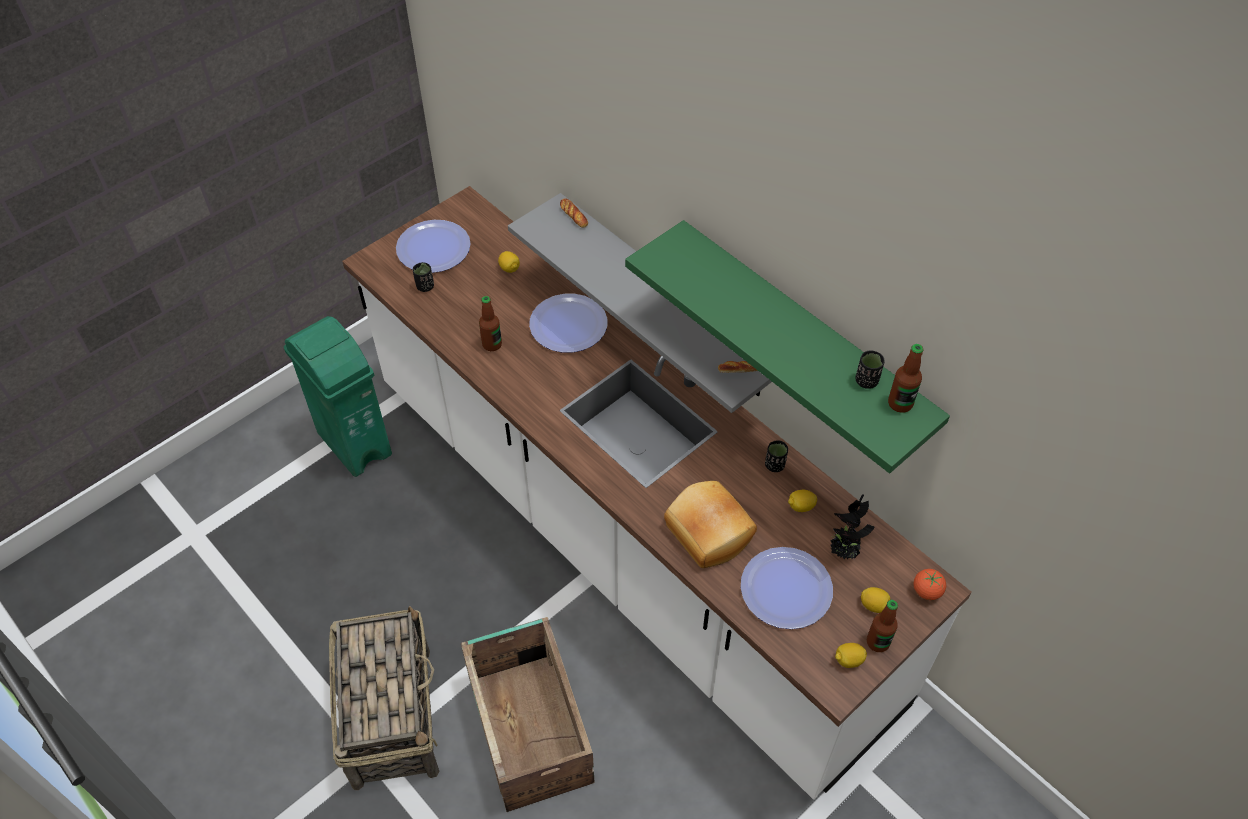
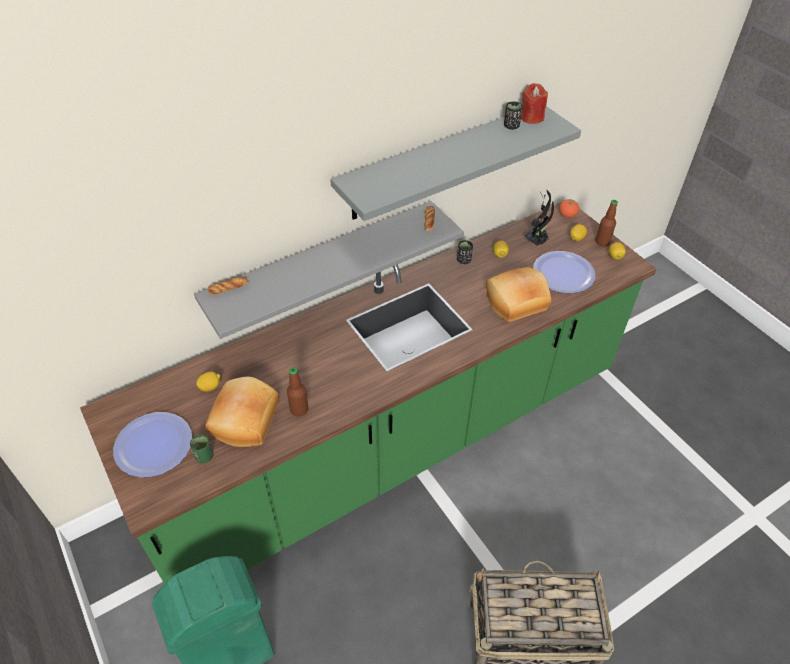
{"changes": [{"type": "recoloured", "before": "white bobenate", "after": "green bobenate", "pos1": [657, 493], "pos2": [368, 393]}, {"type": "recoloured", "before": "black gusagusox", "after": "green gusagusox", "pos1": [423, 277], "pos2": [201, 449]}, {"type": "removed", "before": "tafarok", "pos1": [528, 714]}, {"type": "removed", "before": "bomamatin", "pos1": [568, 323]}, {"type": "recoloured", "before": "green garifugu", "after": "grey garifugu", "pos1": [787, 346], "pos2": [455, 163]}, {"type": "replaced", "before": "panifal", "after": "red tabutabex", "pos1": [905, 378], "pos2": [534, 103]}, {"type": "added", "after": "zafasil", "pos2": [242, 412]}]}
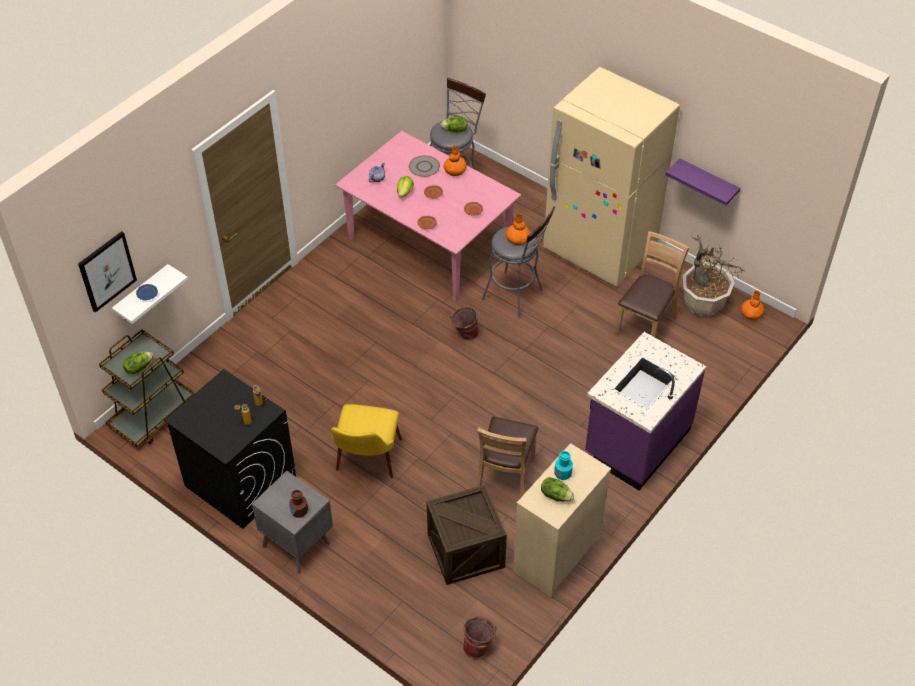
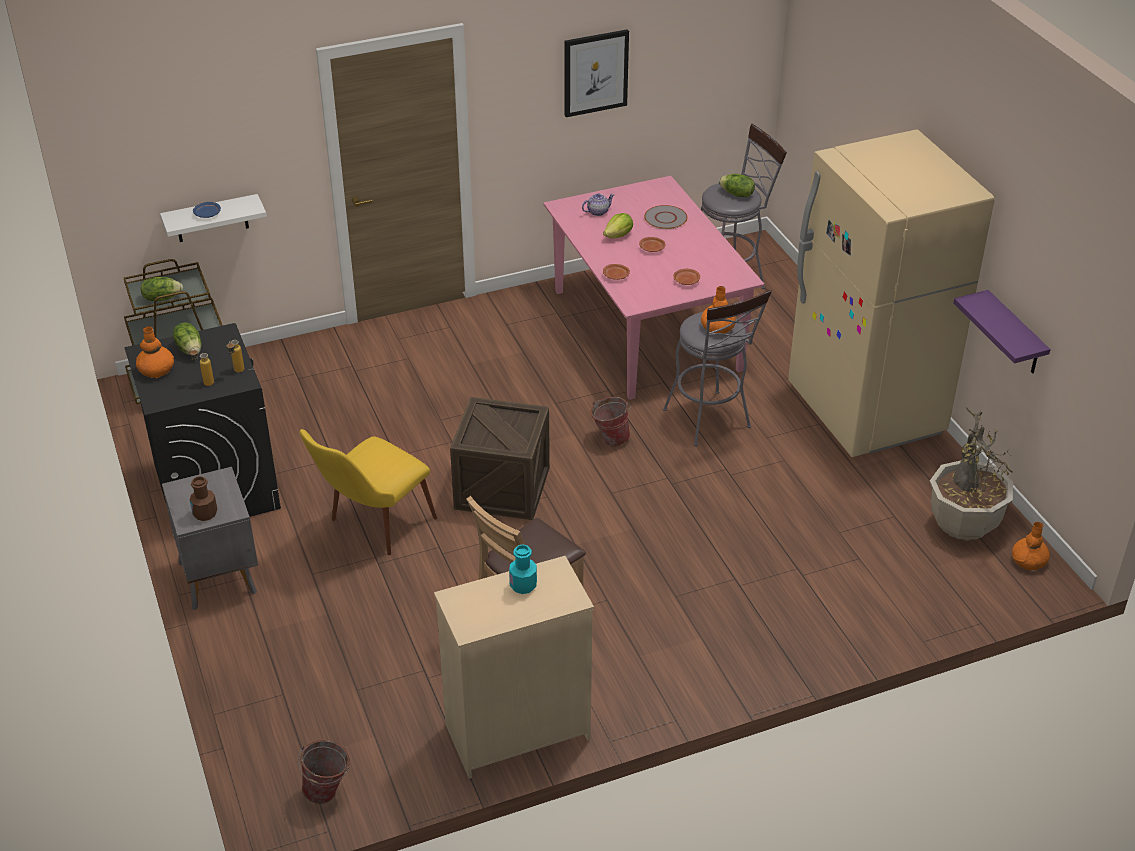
{"changes": [{"type": "moved", "before": "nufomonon", "pos1": [107, 272], "pos2": [596, 73]}, {"type": "moved", "before": "tafarok", "pos1": [466, 534], "pos2": [500, 458]}, {"type": "moved", "before": "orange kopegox", "pos1": [455, 160], "pos2": [155, 352]}, {"type": "moved", "before": "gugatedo", "pos1": [557, 489], "pos2": [187, 338]}, {"type": "removed", "before": "purple bobenate", "pos1": [645, 411]}, {"type": "removed", "before": "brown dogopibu", "pos1": [652, 284]}]}
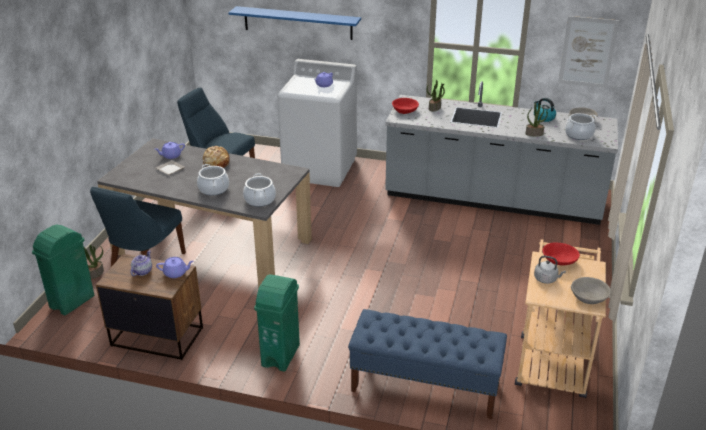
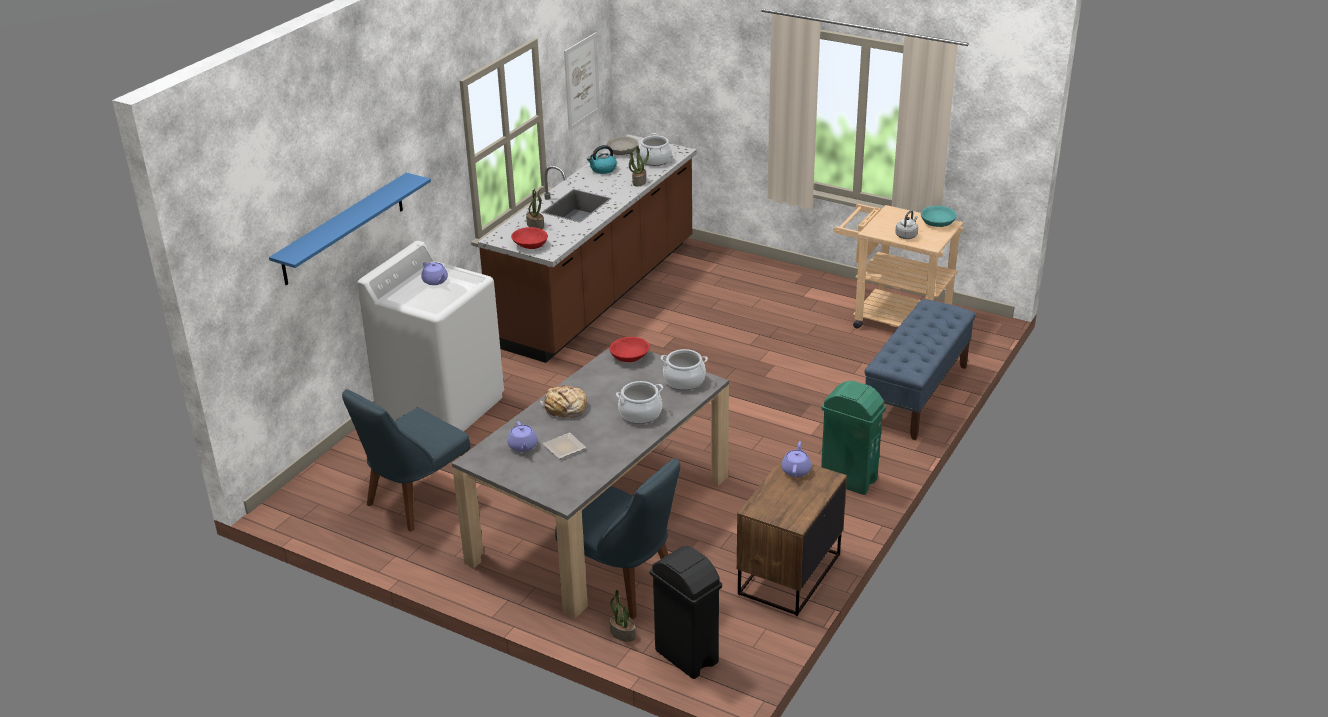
{"changes": [{"type": "recoloured", "before": "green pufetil", "after": "black pufetil", "pos1": [63, 270], "pos2": [686, 612]}, {"type": "removed", "before": "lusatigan", "pos1": [141, 263]}, {"type": "recoloured", "before": "grey bobenate", "after": "brown bobenate", "pos1": [501, 153], "pos2": [587, 249]}, {"type": "moved", "before": "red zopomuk", "pos1": [561, 254], "pos2": [629, 349]}, {"type": "recoloured", "before": "grey zopomuk", "after": "turquoise zopomuk", "pos1": [591, 290], "pos2": [939, 216]}]}
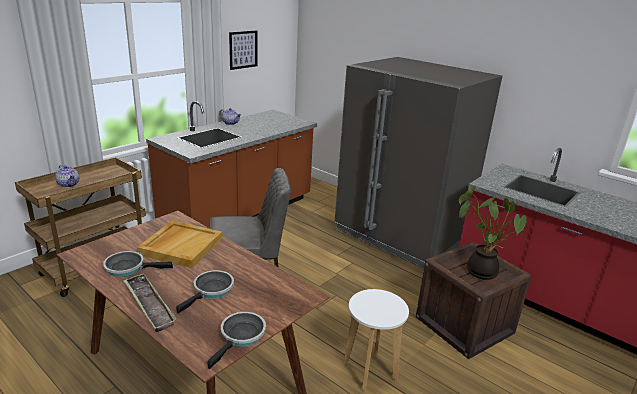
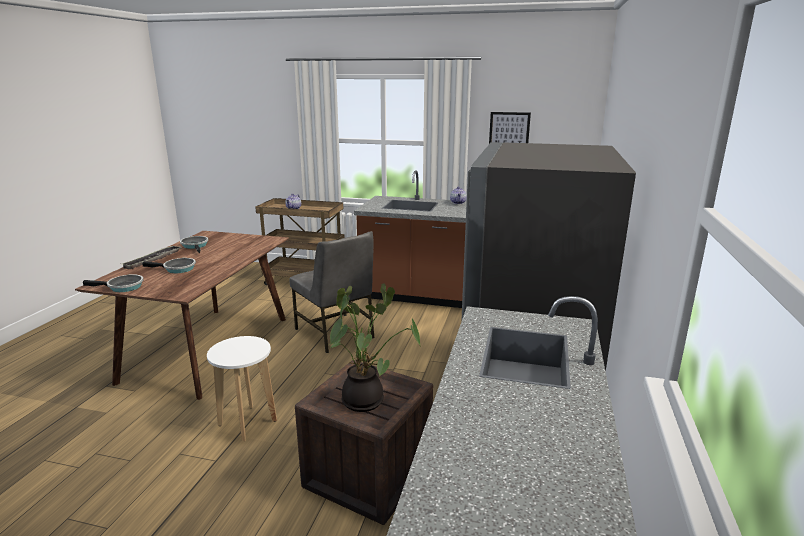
{"changes": [{"type": "removed", "before": "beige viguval", "pos1": [180, 244]}]}
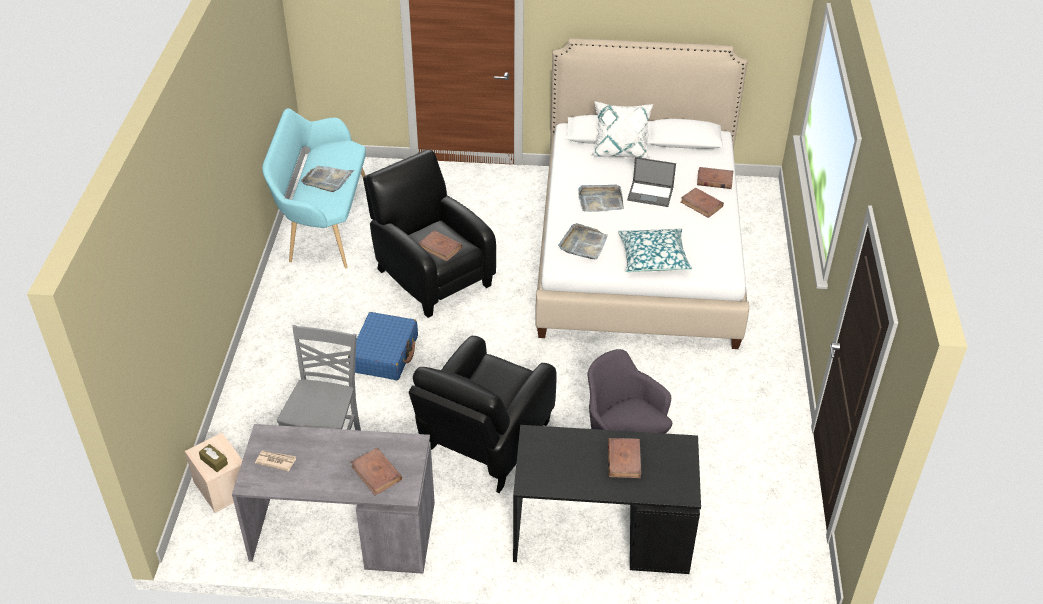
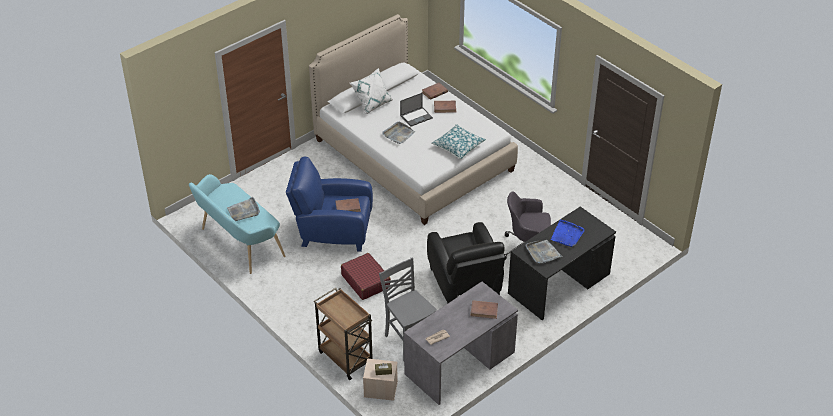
{"changes": [{"type": "recoloured", "before": "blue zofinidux", "after": "red zofinidux", "pos1": [383, 346], "pos2": [366, 276]}, {"type": "recoloured", "before": "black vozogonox", "after": "blue vozogonox", "pos1": [429, 233], "pos2": [329, 204]}, {"type": "moved", "before": "grey viguval", "pos1": [583, 241], "pos2": [544, 251]}, {"type": "replaced", "before": "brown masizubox", "after": "blue viguval", "pos1": [624, 458], "pos2": [568, 233]}, {"type": "added", "after": "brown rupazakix", "pos2": [343, 334]}]}
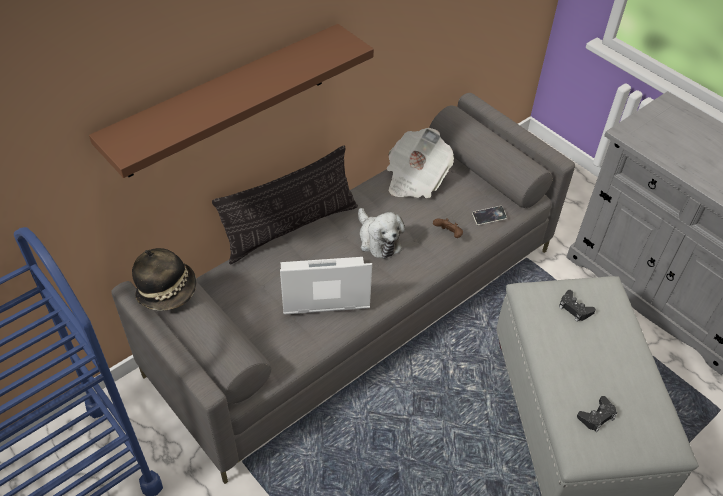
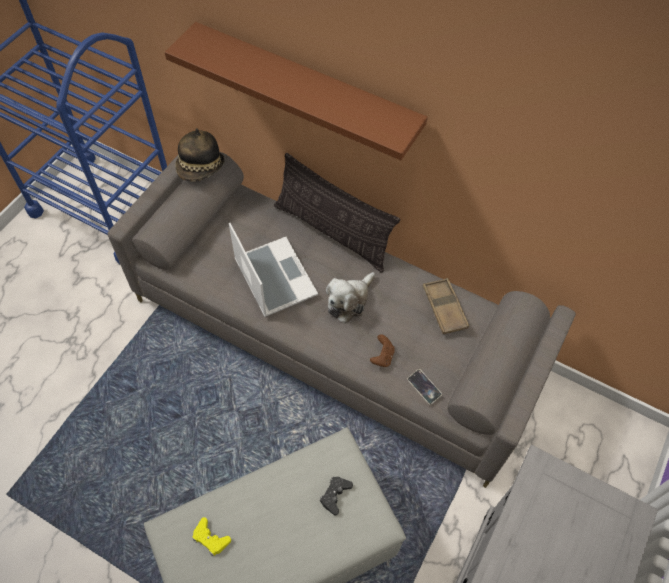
{"changes": [{"type": "replaced", "before": "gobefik", "after": "brown viguval", "pos1": [420, 163], "pos2": [446, 306]}, {"type": "recoloured", "before": "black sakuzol", "after": "yellow sakuzol", "pos1": [597, 414], "pos2": [211, 536]}]}
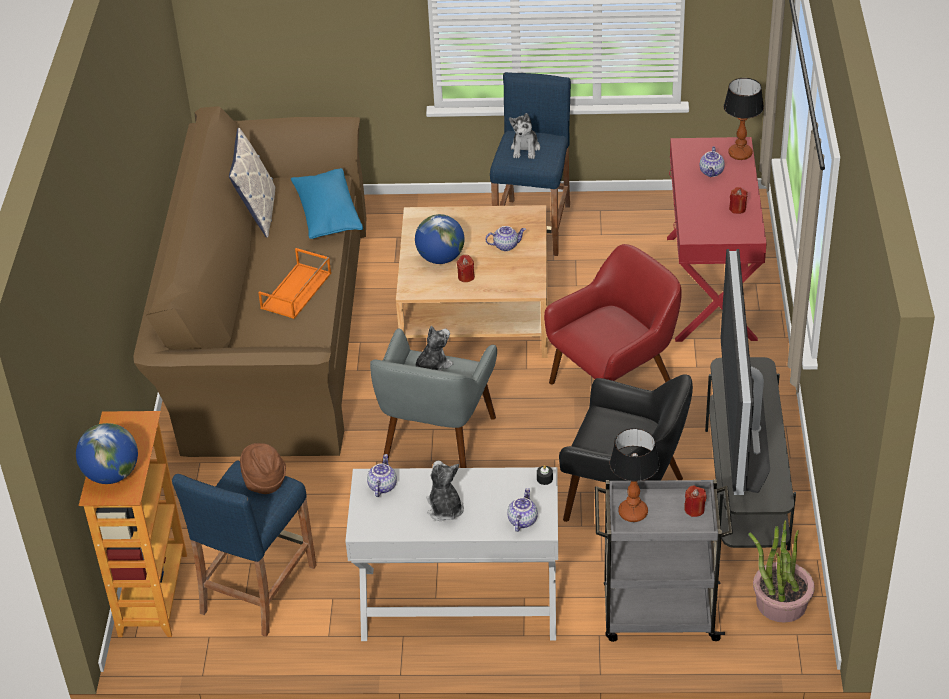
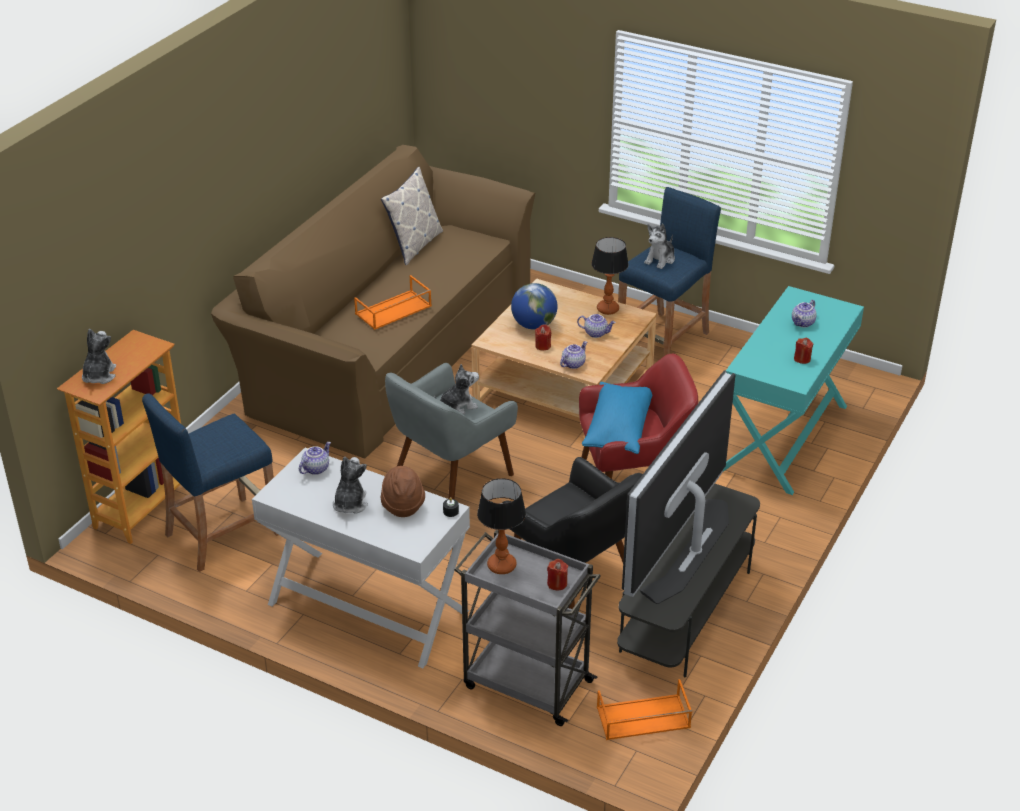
{"changes": [{"type": "replaced", "before": "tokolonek", "after": "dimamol", "pos1": [107, 453], "pos2": [99, 356]}, {"type": "moved", "before": "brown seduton", "pos1": [263, 468], "pos2": [403, 491]}, {"type": "moved", "before": "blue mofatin", "pos1": [327, 203], "pos2": [617, 418]}, {"type": "moved", "before": "lusatigan", "pos1": [522, 510], "pos2": [573, 355]}, {"type": "recoloured", "before": "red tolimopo", "after": "turquoise tolimopo", "pos1": [717, 239], "pos2": [793, 390]}, {"type": "moved", "before": "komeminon", "pos1": [744, 119], "pos2": [610, 276]}, {"type": "replaced", "before": "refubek", "after": "orange viguval", "pos1": [782, 571], "pos2": [644, 709]}]}
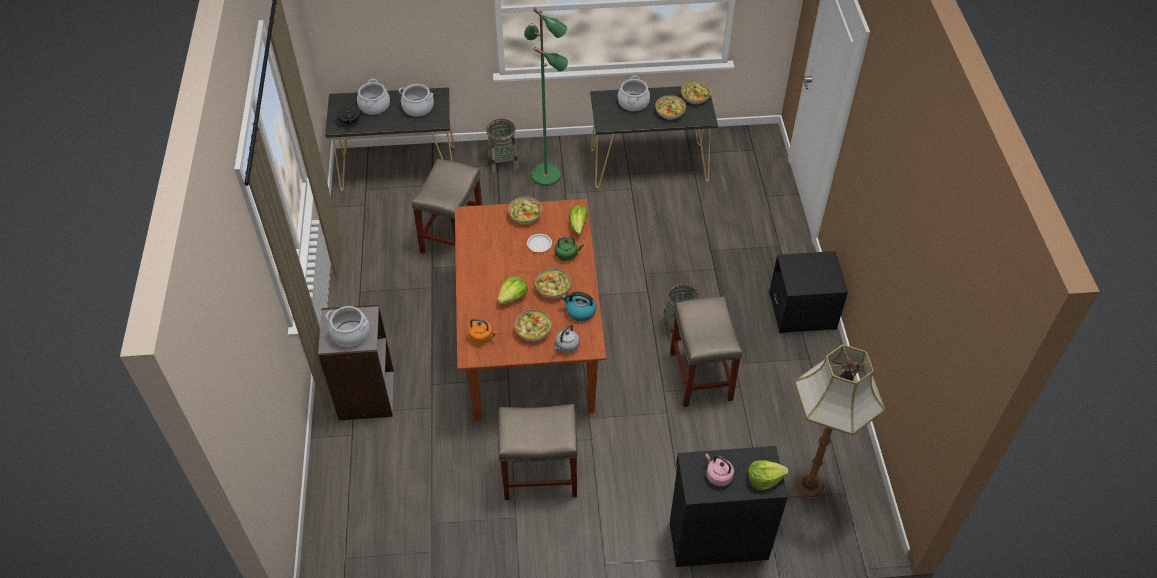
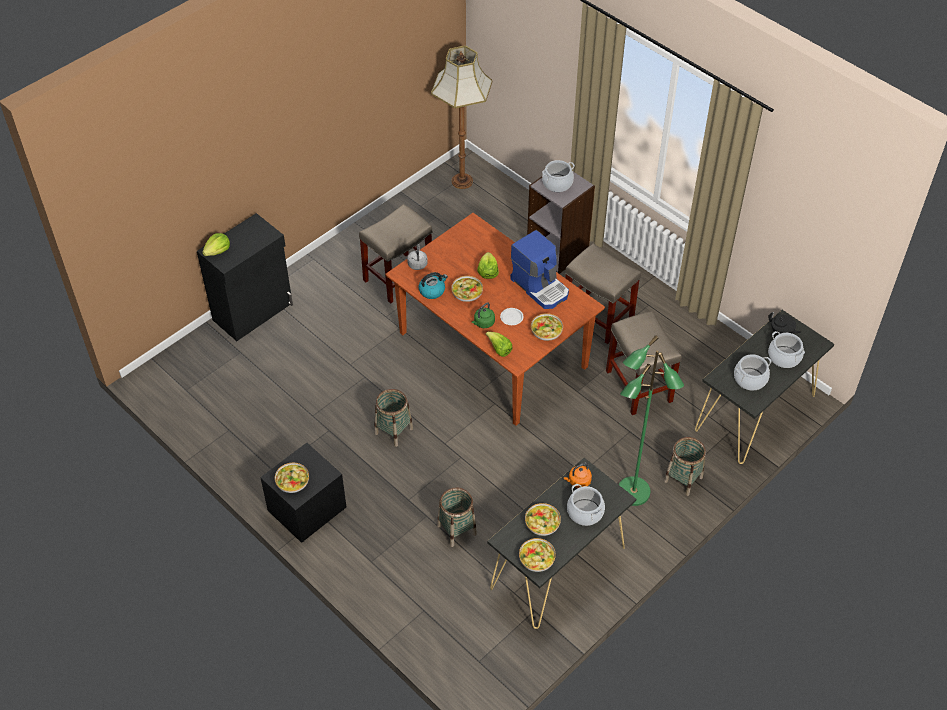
{"changes": [{"type": "moved", "before": "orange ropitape", "pos1": [483, 331], "pos2": [578, 475]}, {"type": "moved", "before": "zopomuk", "pos1": [533, 325], "pos2": [292, 478]}, {"type": "moved", "before": "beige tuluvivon", "pos1": [706, 351], "pos2": [603, 293]}, {"type": "removed", "before": "pink ropitape", "pos1": [719, 469]}, {"type": "moved", "before": "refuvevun", "pos1": [839, 421], "pos2": [461, 117]}, {"type": "added", "after": "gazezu", "pos2": [457, 517]}, {"type": "added", "after": "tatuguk", "pos2": [539, 269]}]}
